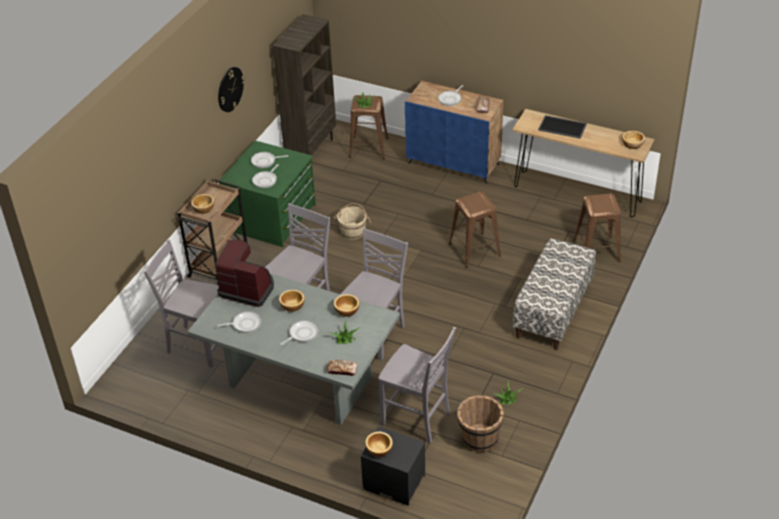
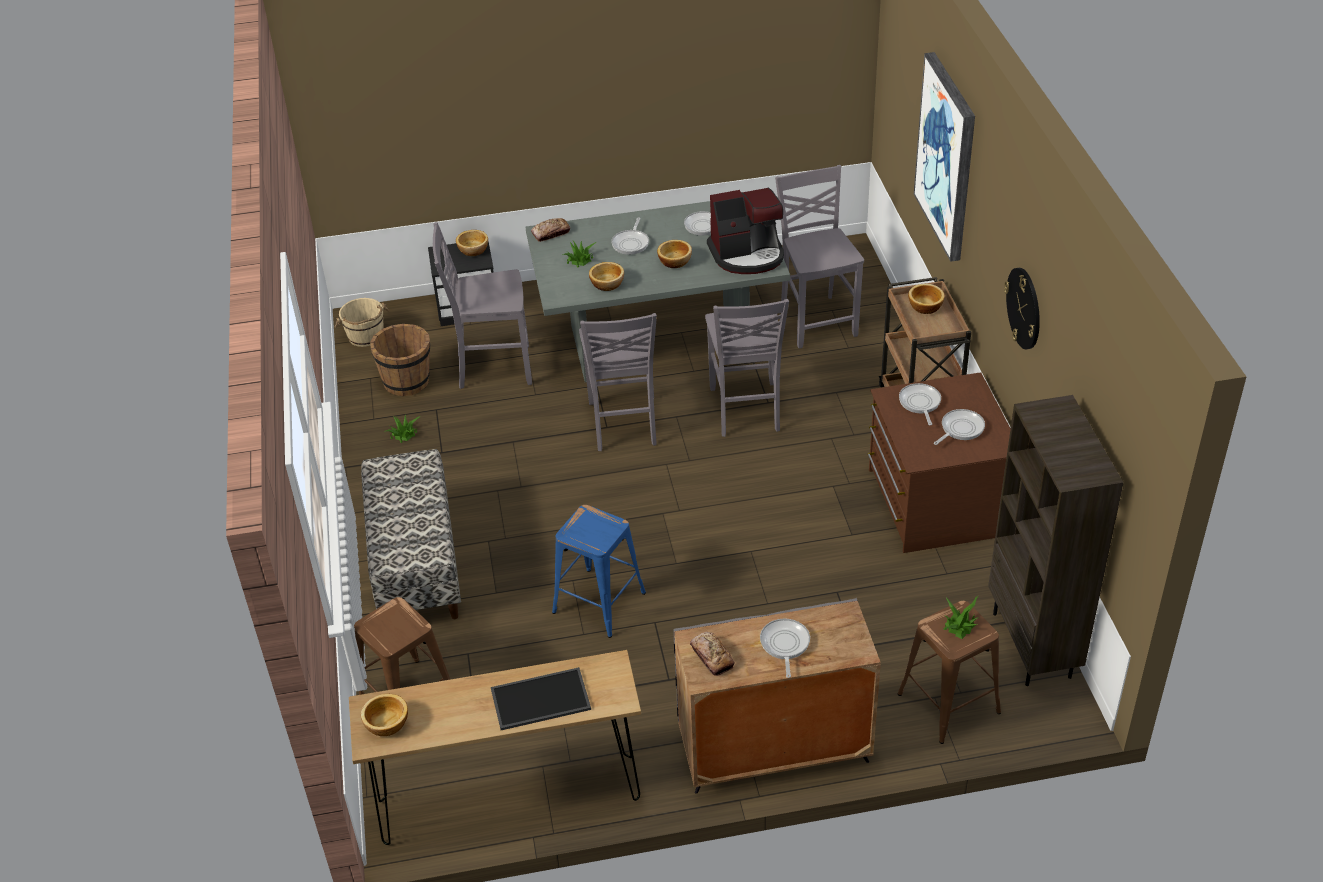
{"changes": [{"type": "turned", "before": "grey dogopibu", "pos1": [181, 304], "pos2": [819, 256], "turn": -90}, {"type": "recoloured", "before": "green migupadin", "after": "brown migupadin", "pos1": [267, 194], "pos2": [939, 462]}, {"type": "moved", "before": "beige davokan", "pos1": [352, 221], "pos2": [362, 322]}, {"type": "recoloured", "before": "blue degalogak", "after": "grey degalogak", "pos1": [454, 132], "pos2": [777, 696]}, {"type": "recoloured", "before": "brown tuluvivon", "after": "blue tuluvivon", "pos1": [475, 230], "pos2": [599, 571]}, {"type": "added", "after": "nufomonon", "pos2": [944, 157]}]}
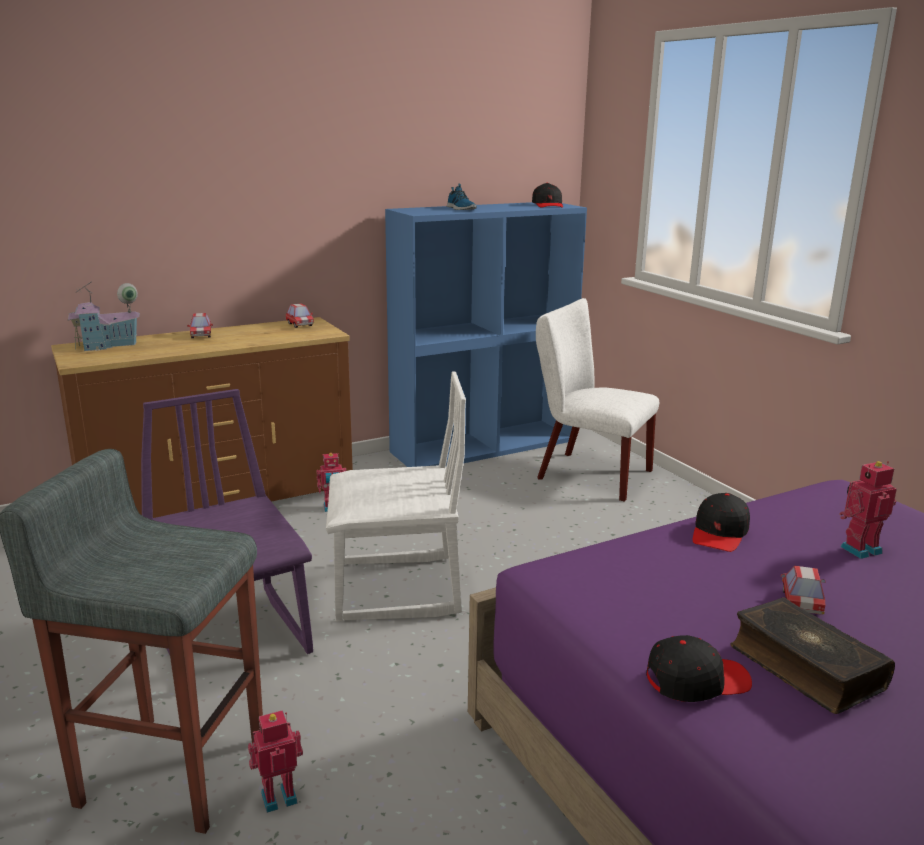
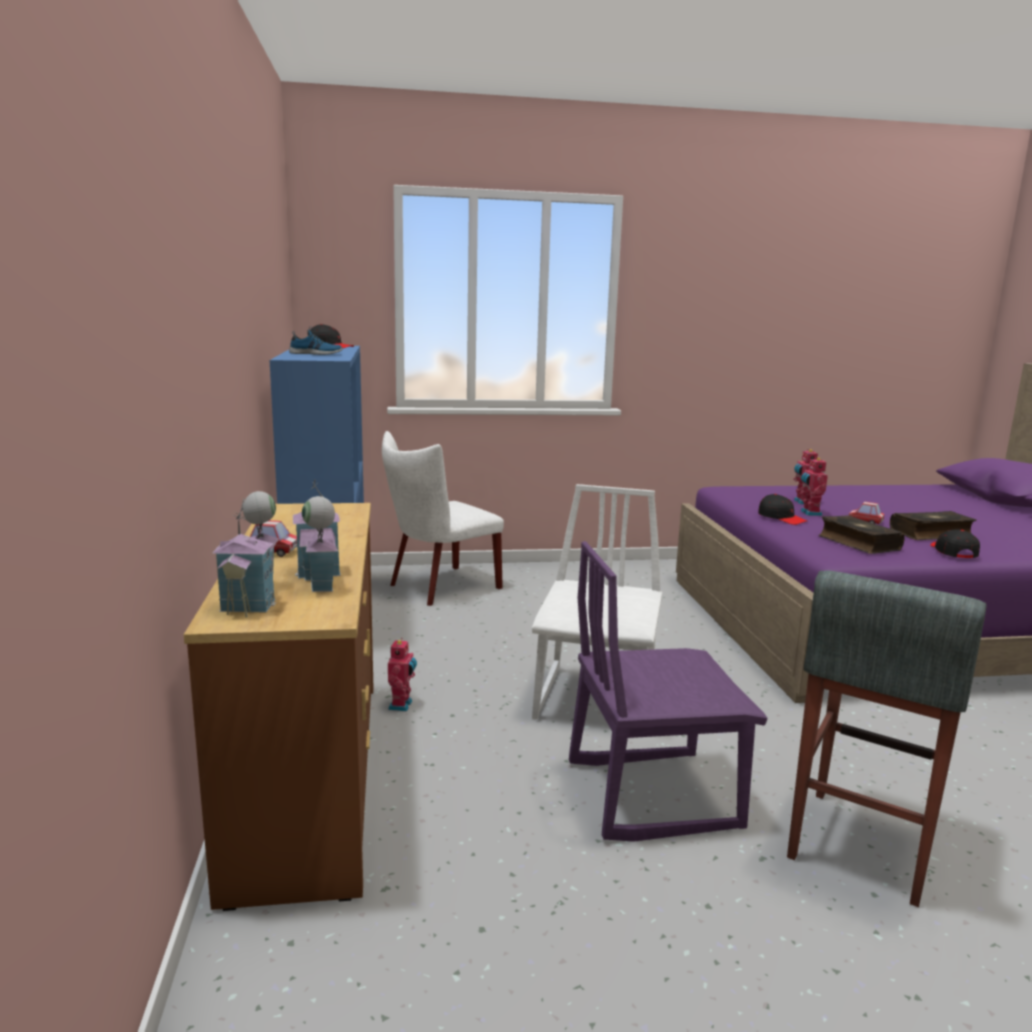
{"changes": [{"type": "moved", "before": "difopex", "pos1": [275, 761], "pos2": [814, 486]}, {"type": "removed", "before": "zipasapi", "pos1": [300, 315]}, {"type": "added", "after": "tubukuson", "pos2": [317, 536]}, {"type": "added", "after": "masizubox", "pos2": [862, 534]}]}
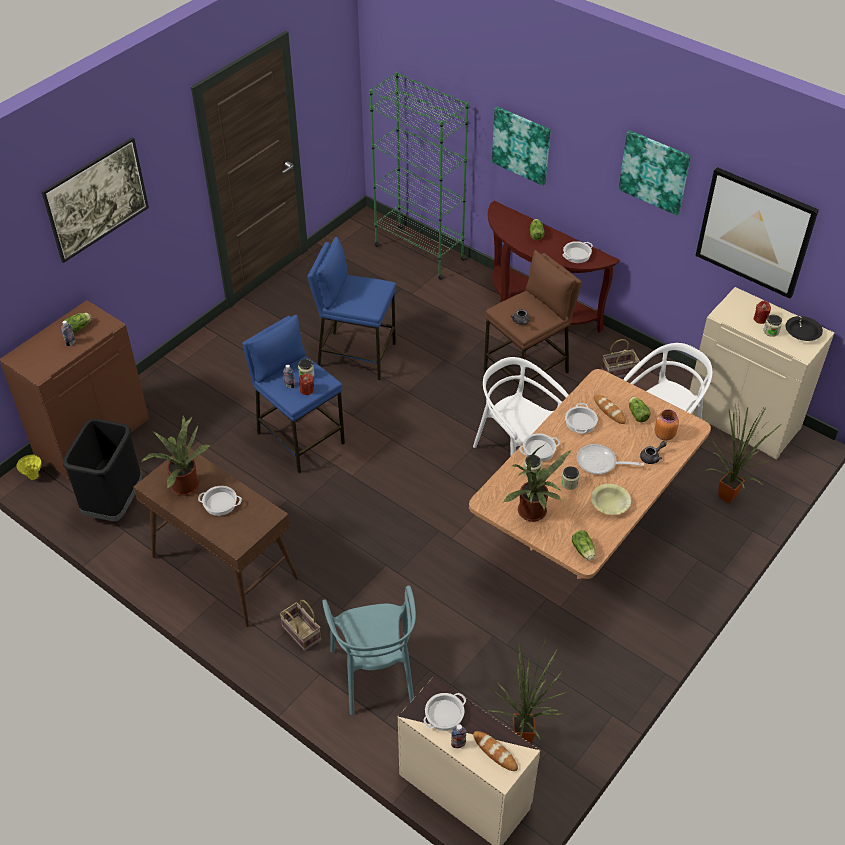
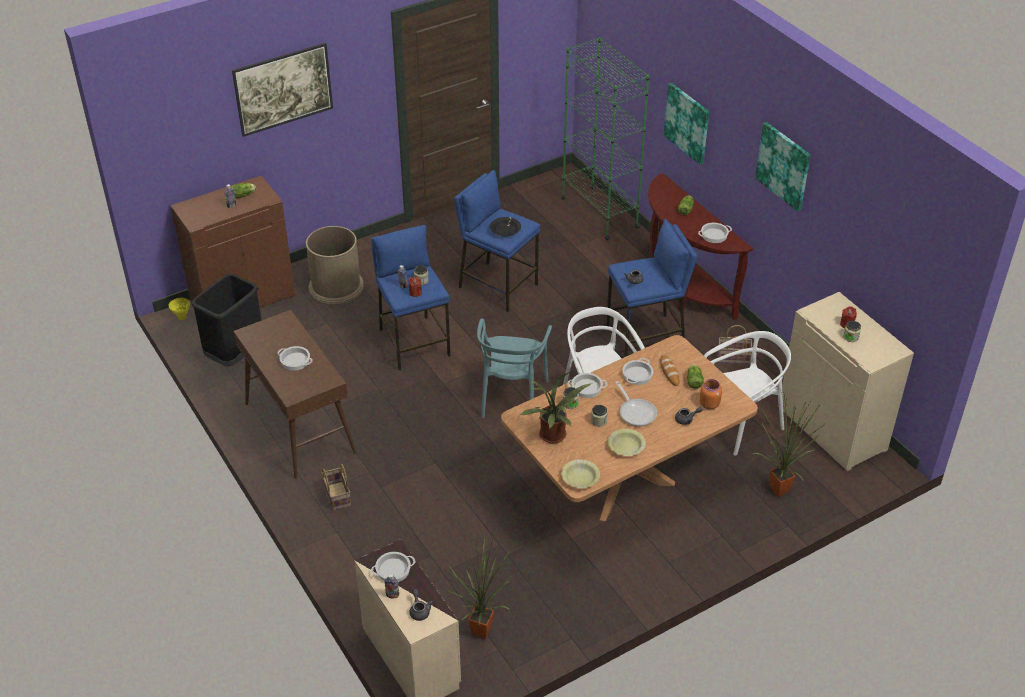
{"changes": [{"type": "removed", "before": "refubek", "pos1": [176, 456]}, {"type": "moved", "before": "turquoise dogopibu", "pos1": [369, 650], "pos2": [514, 368]}, {"type": "replaced", "before": "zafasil", "after": "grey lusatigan", "pos1": [495, 751], "pos2": [421, 605]}, {"type": "recoloured", "before": "brown tuluvivon", "after": "blue tuluvivon", "pos1": [533, 317], "pos2": [651, 288]}, {"type": "replaced", "before": "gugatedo", "after": "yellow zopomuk", "pos1": [583, 545], "pos2": [580, 473]}, {"type": "turned", "before": "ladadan", "pos1": [610, 459], "pos2": [636, 403], "turn": -150}, {"type": "removed", "before": "nufomonon", "pos1": [757, 233]}, {"type": "moved", "before": "black zopomuk", "pos1": [804, 328], "pos2": [505, 227]}, {"type": "added", "after": "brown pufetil", "pos2": [335, 265]}]}
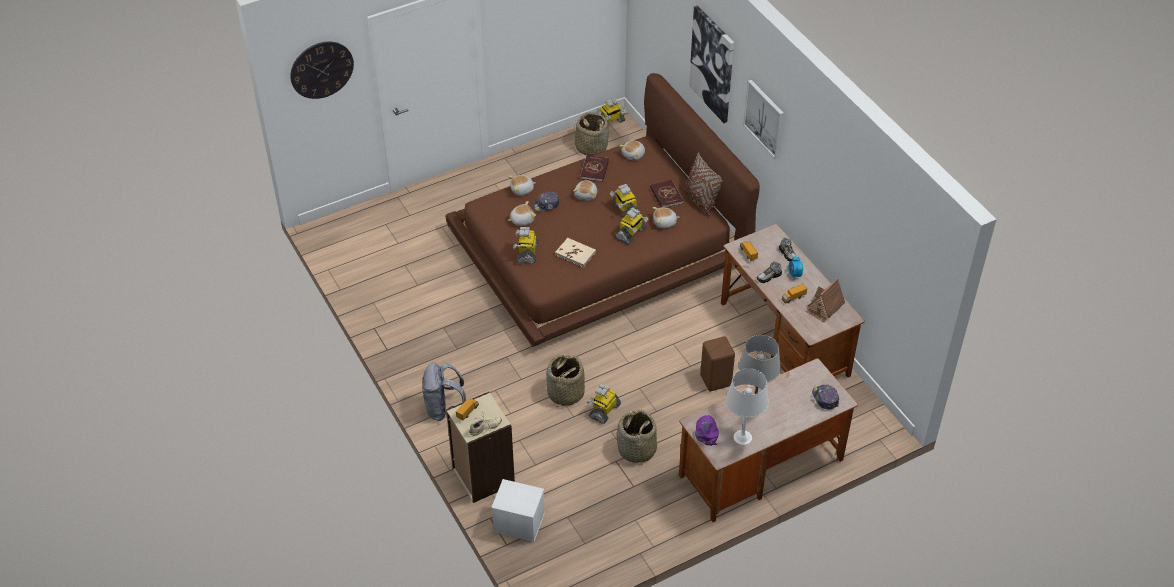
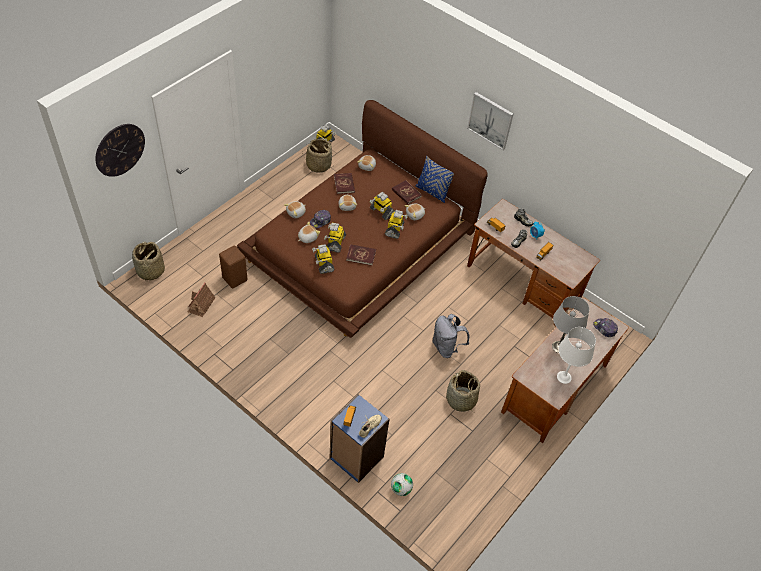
{"changes": [{"type": "moved", "before": "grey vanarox", "pos1": [444, 391], "pos2": [451, 336]}, {"type": "recoloured", "before": "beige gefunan", "after": "blue gefunan", "pos1": [480, 447], "pos2": [359, 438]}, {"type": "replaced", "before": "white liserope", "after": "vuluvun", "pos1": [518, 510], "pos2": [402, 484]}, {"type": "moved", "before": "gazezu", "pos1": [565, 380], "pos2": [148, 262]}, {"type": "recoloured", "before": "beige masizubox", "after": "red masizubox", "pos1": [575, 253], "pos2": [361, 255]}, {"type": "moved", "before": "difopex", "pos1": [604, 404], "pos2": [335, 238]}, {"type": "recoloured", "before": "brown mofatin", "after": "blue mofatin", "pos1": [703, 184], "pos2": [434, 179]}, {"type": "removed", "before": "nufomonon", "pos1": [711, 64]}, {"type": "removed", "before": "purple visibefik", "pos1": [707, 430]}, {"type": "moved", "before": "brown tuluvivon", "pos1": [717, 363], "pos2": [233, 267]}, {"type": "moved", "before": "tubukuson", "pos1": [825, 300], "pos2": [202, 299]}]}
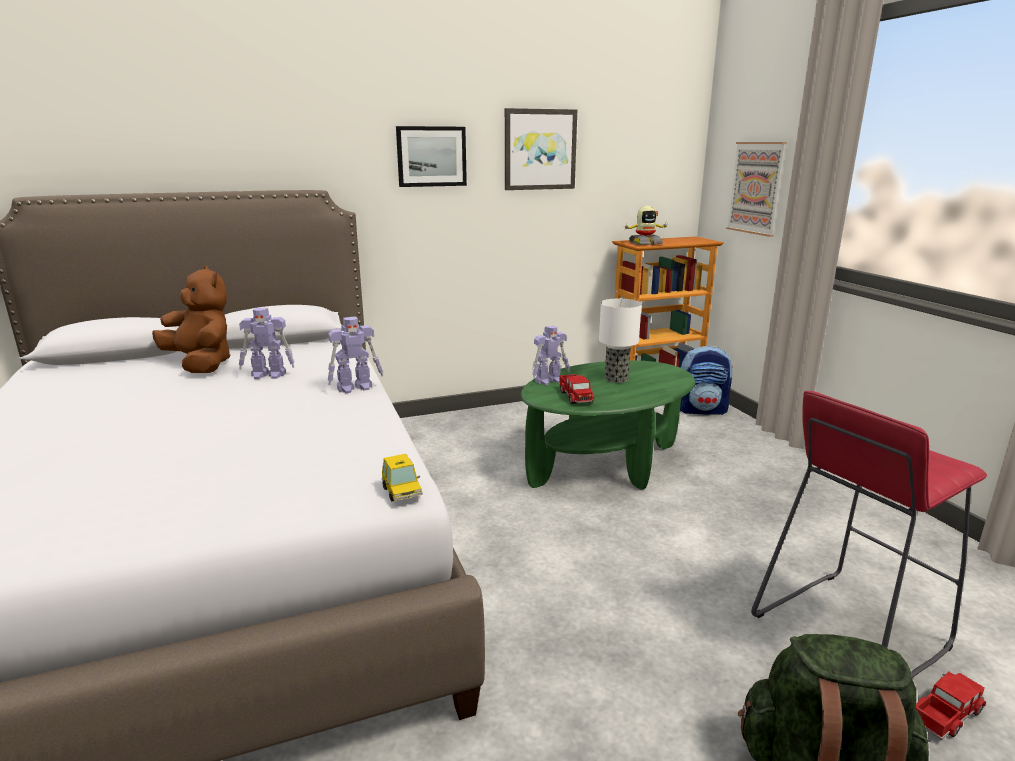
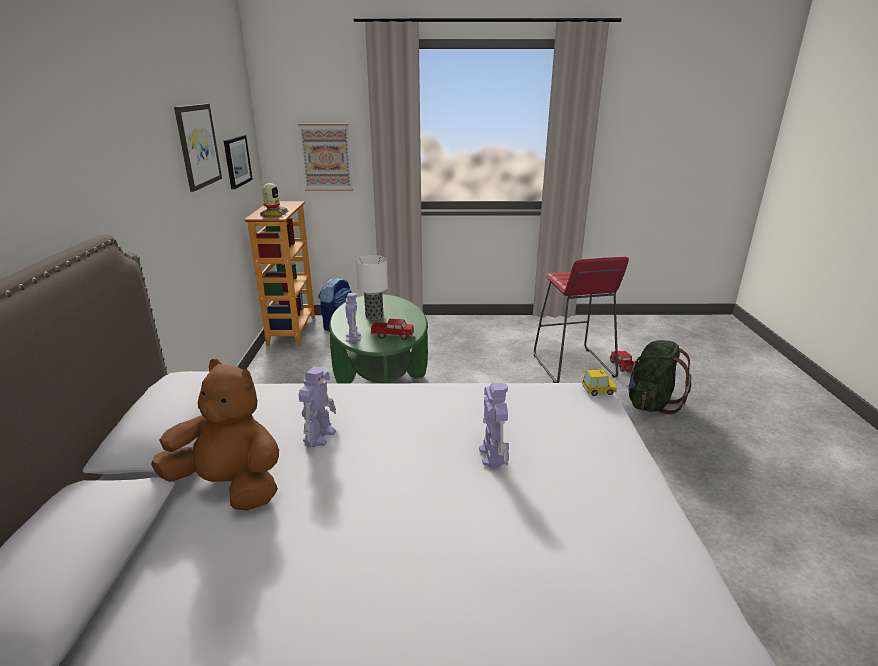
{"changes": [{"type": "turned", "before": "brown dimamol", "pos1": [191, 319], "pos2": [215, 435], "turn": 45}, {"type": "moved", "before": "difopex", "pos1": [355, 354], "pos2": [494, 425]}, {"type": "moved", "before": "nufomonon", "pos1": [431, 156], "pos2": [238, 162]}]}
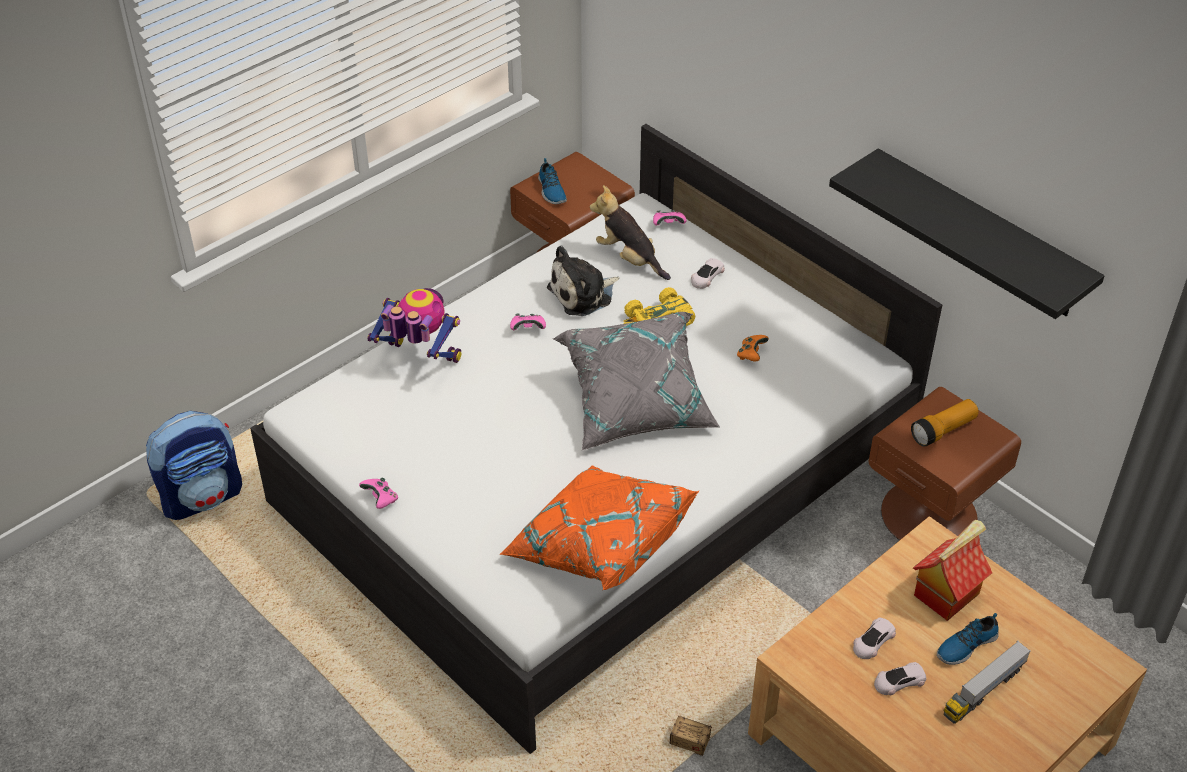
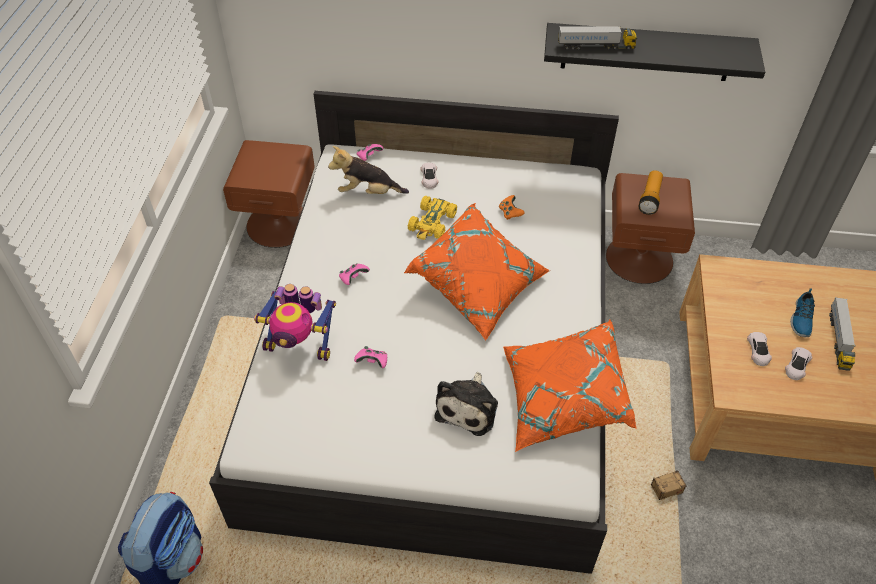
{"changes": [{"type": "moved", "before": "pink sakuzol", "pos1": [378, 493], "pos2": [370, 357]}, {"type": "turned", "before": "difopex", "pos1": [414, 325], "pos2": [295, 322], "turn": -150}, {"type": "removed", "before": "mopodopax", "pos1": [552, 181]}, {"type": "moved", "before": "dimamol", "pos1": [583, 281], "pos2": [466, 404]}, {"type": "recoloured", "before": "grey mofatin", "after": "orange mofatin", "pos1": [636, 381], "pos2": [477, 272]}, {"type": "removed", "before": "tubukuson", "pos1": [952, 570]}, {"type": "added", "after": "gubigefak", "pos2": [597, 38]}]}
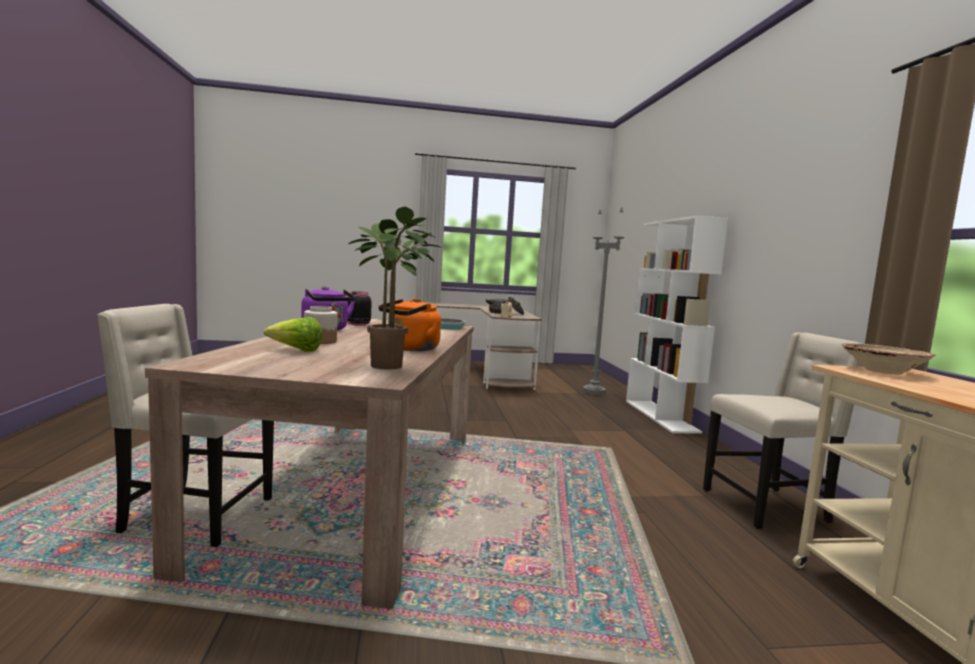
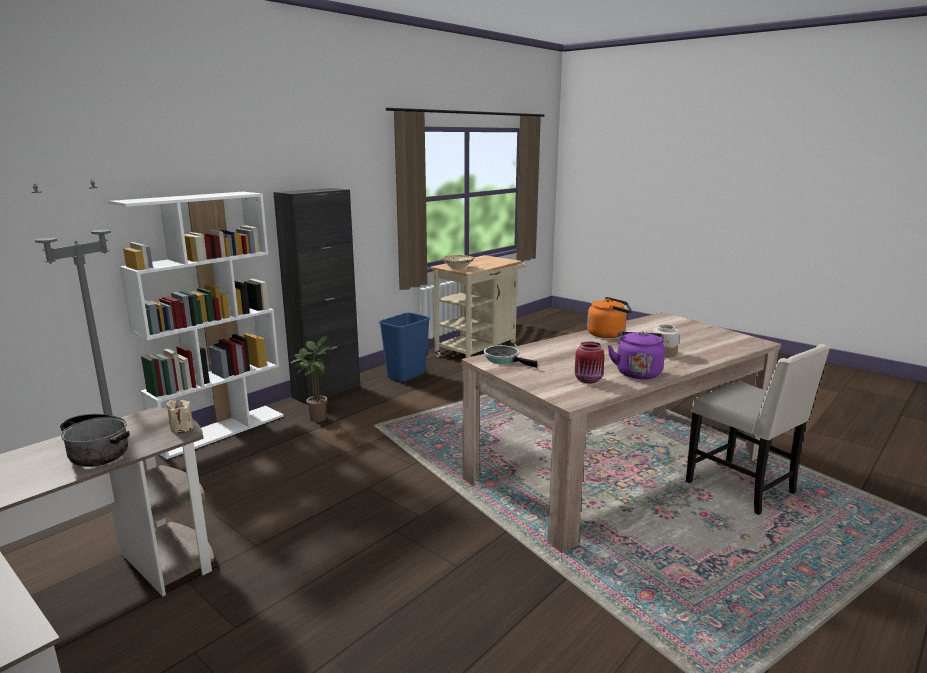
{"changes": [{"type": "removed", "before": "gugatedo", "pos1": [293, 334]}, {"type": "recoloured", "before": "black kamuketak", "after": "red kamuketak", "pos1": [359, 308], "pos2": [590, 362]}, {"type": "moved", "before": "refubek", "pos1": [394, 288], "pos2": [311, 379]}, {"type": "replaced", "before": "beige dogopibu", "after": "blue pufetil", "pos1": [783, 430], "pos2": [404, 347]}, {"type": "added", "after": "black degalogak", "pos2": [316, 296]}]}
